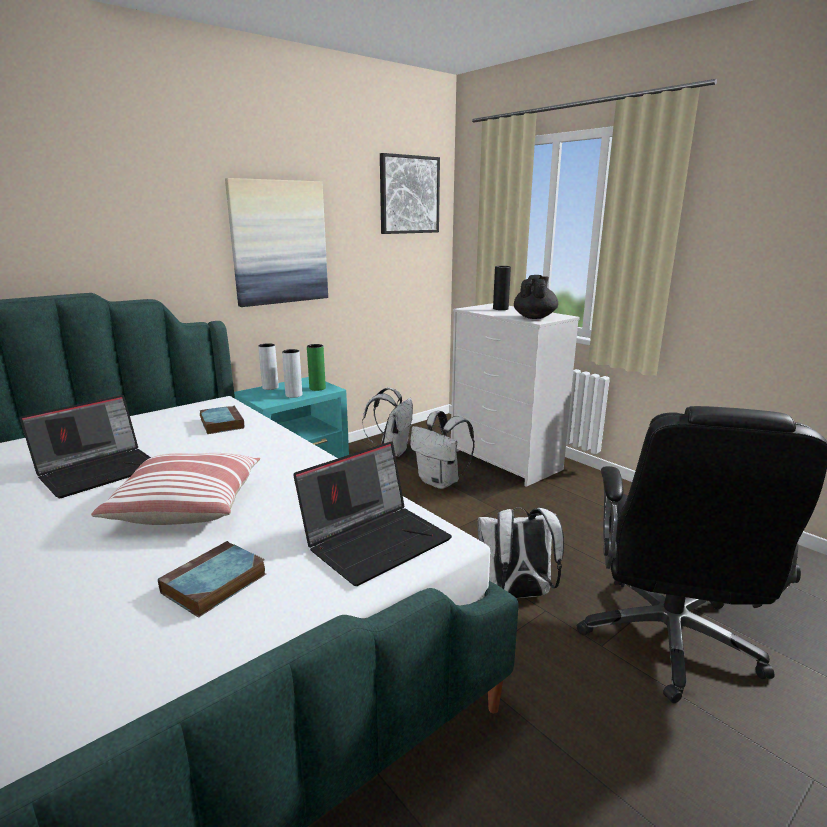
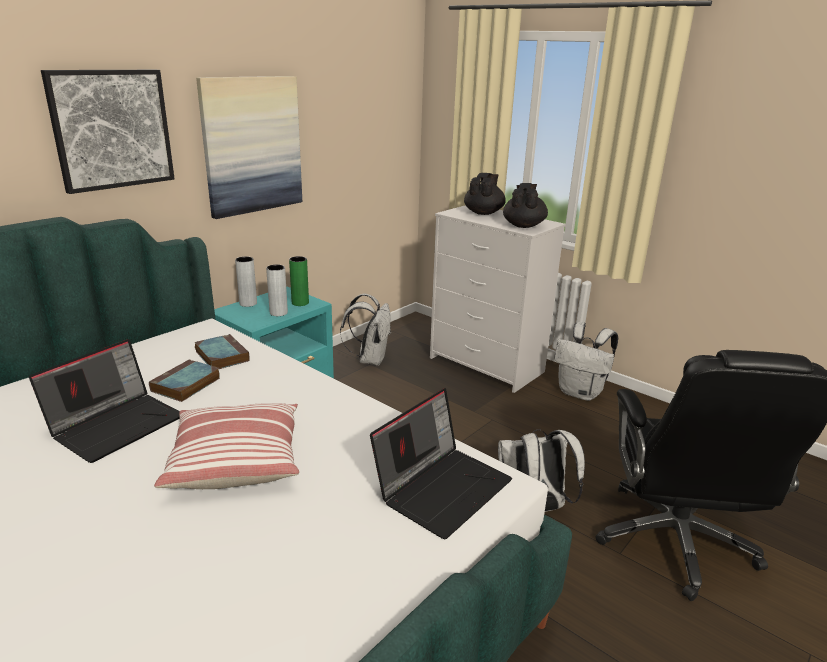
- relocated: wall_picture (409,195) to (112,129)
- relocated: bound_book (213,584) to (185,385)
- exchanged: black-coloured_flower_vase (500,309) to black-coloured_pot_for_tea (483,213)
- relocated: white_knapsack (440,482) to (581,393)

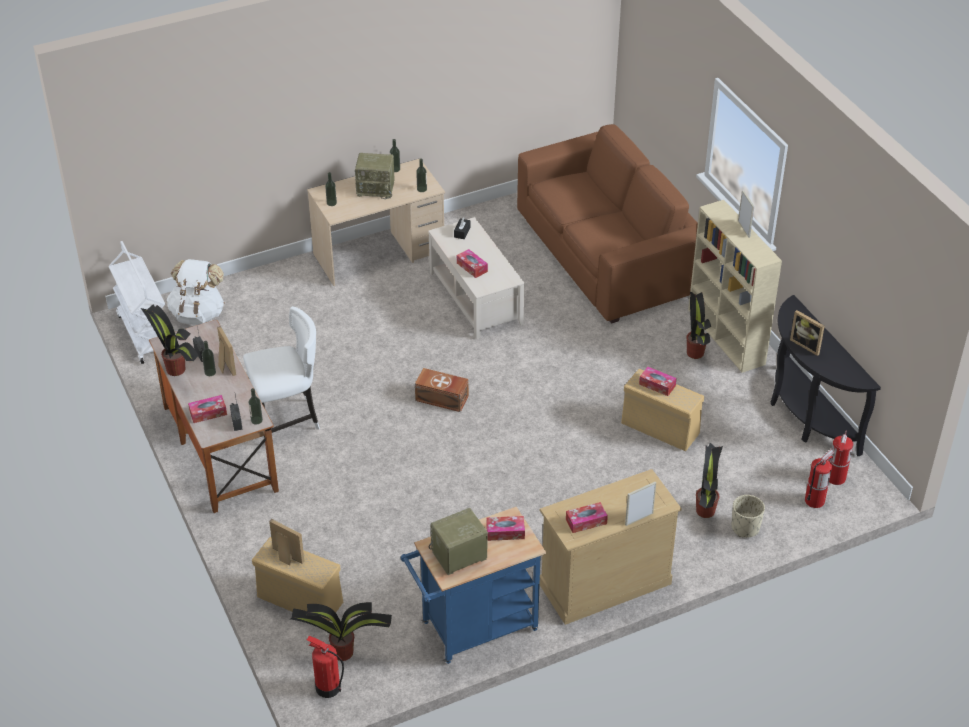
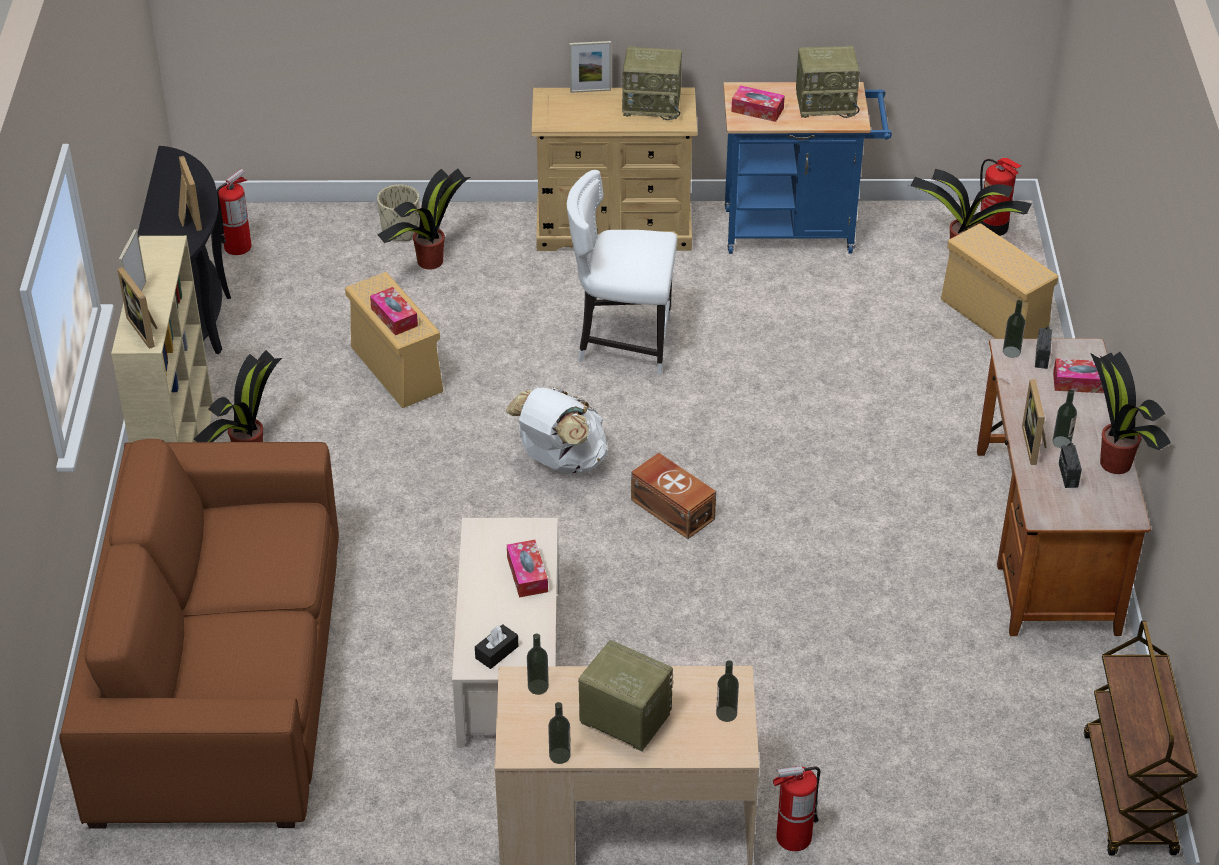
- relocated: picture_frame (285,558) to (146,330)
- relocated: white_knapsack (198,313) to (560,461)
- relocated: white_chair (288,420) to (622,342)
- exchanged: tissue_holder (586,521) to radio_set (653,104)
- relocated: extinguisher (814,500) to (793,837)
- colour: white_cart (145,334) to brownish_cart (1129,795)

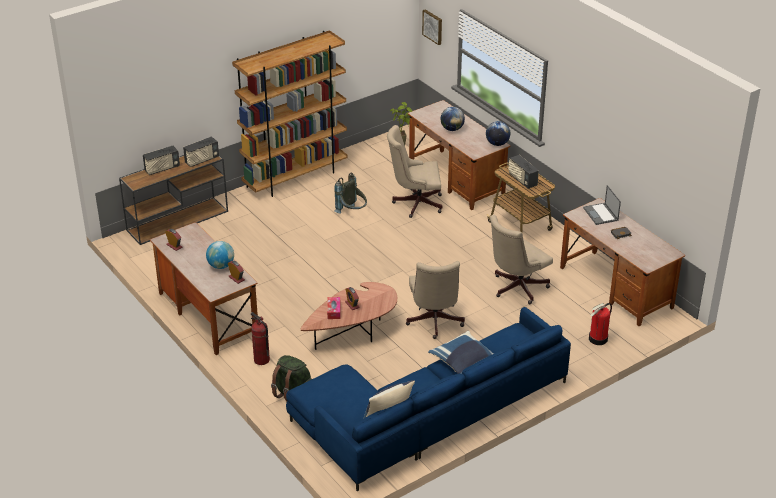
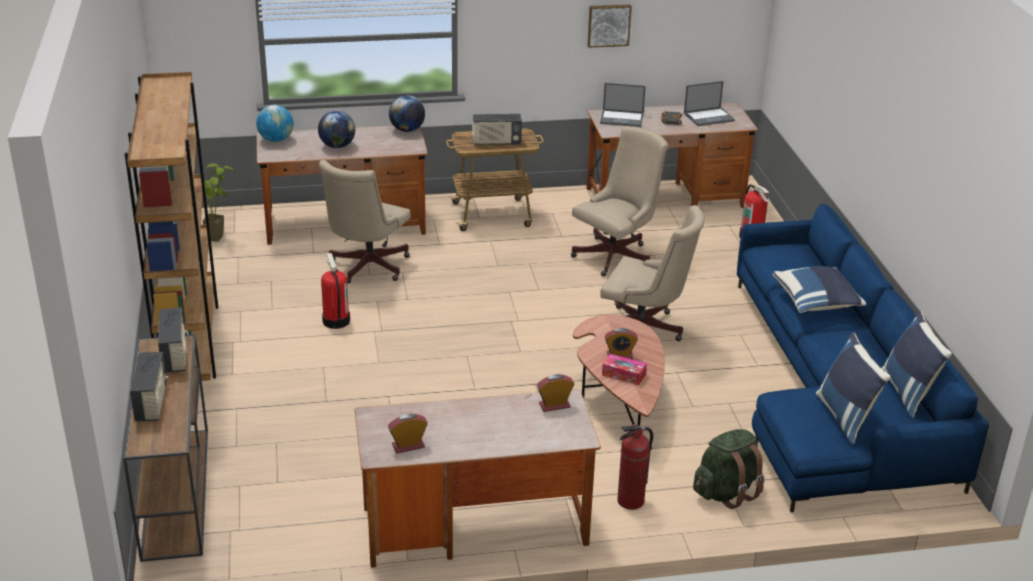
- relocated: globe (221,266) to (276,140)
- exchanged: grey_knapsack (352,212) to extinguisher (335,321)
- spun: beige-coloured_office_chair (516,288) = (617,255) 120 degrees counterclockwise
- relocated: wall_picture (433,26) to (608,25)
- appeared: laptop (709,117)
- appeared: blue_pillow (846,417)

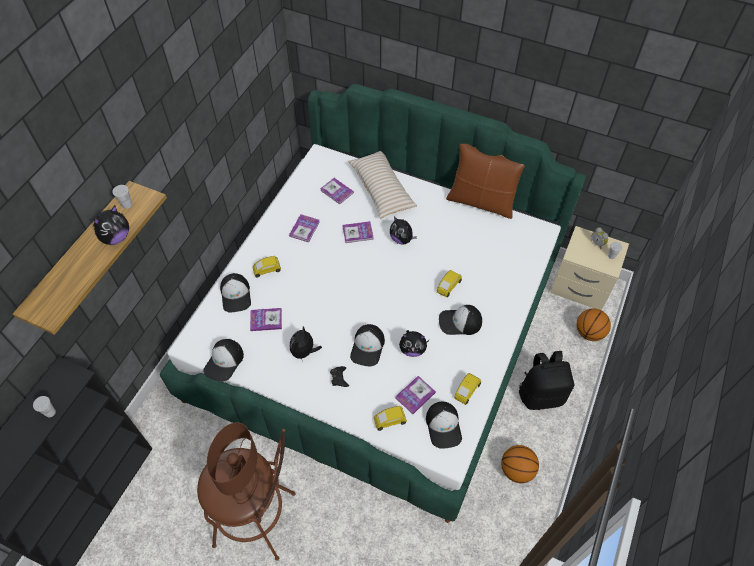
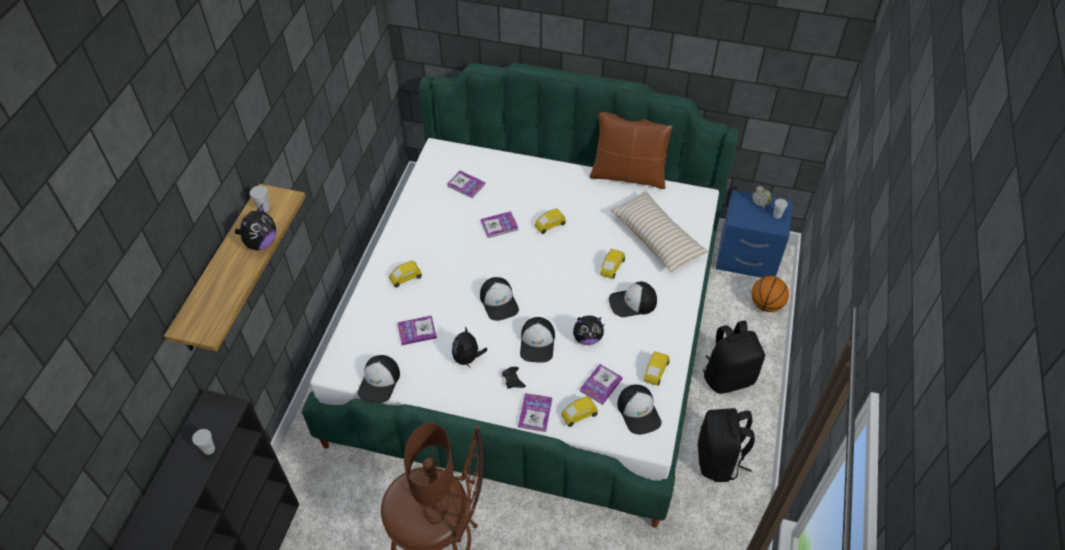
- relocated: peaked_cap (236,295) to (499,302)
- relocated: bound_book (304,229) to (535,413)
- exchanged: plush_toy (401,239) to yellow_model_car (549,225)
- relocated: beige-coloured_pillow (381,189) to (656,238)
- exchanged: basketball (517,470) to black-coloured_knapsack (719,460)
- colour: beige-coloured_bedside_table (580,287) to blue_bedside_table (746,259)

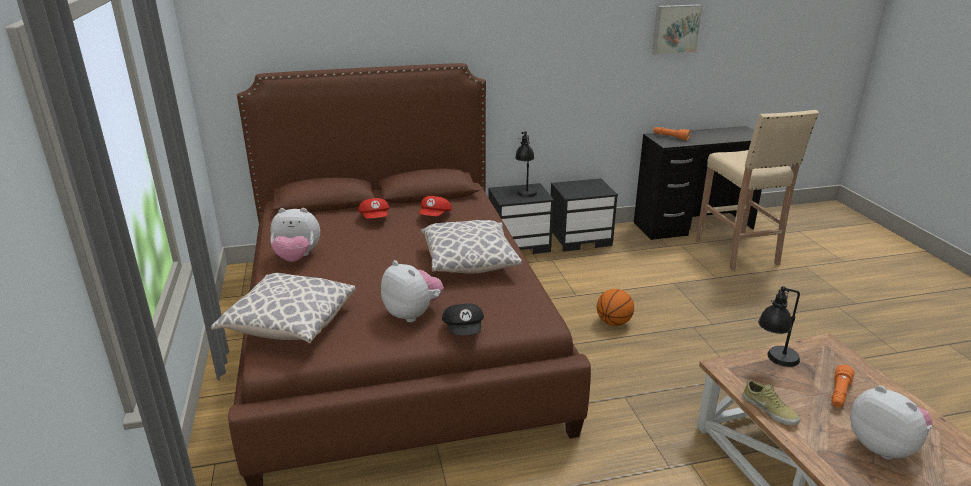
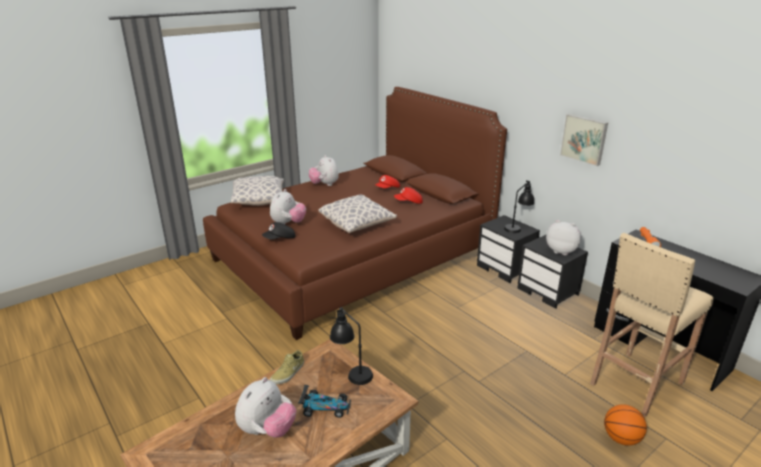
- exchanged: orange-coloured_torch (839,394) to model_car (325,407)
- appeared: plush_toy (561,251)
- relocated: wall_picture (675,29) to (584,139)
- relocated: basketball (613,322) to (621,438)

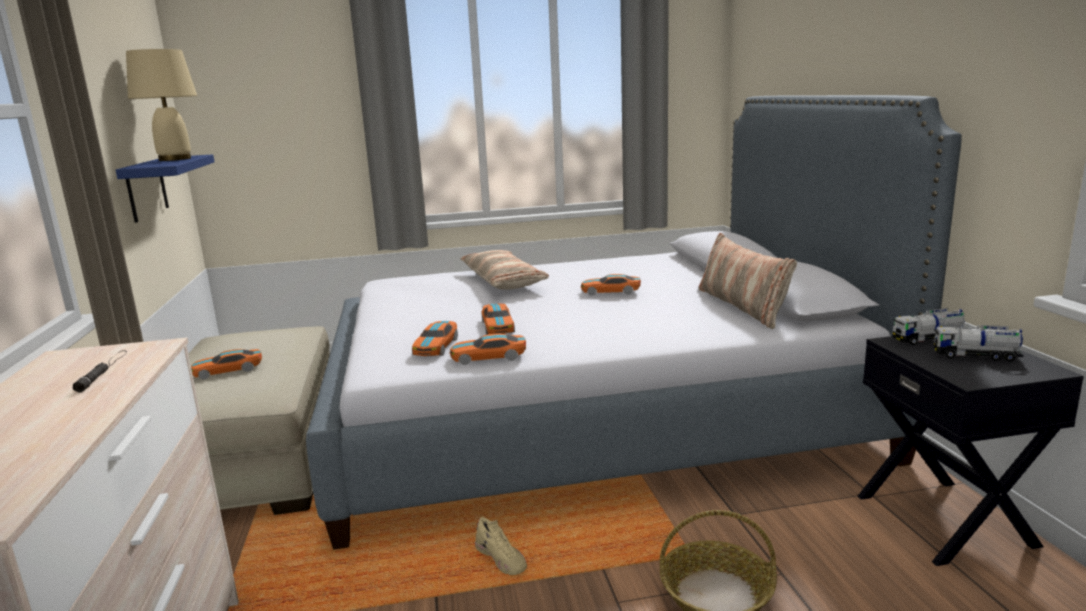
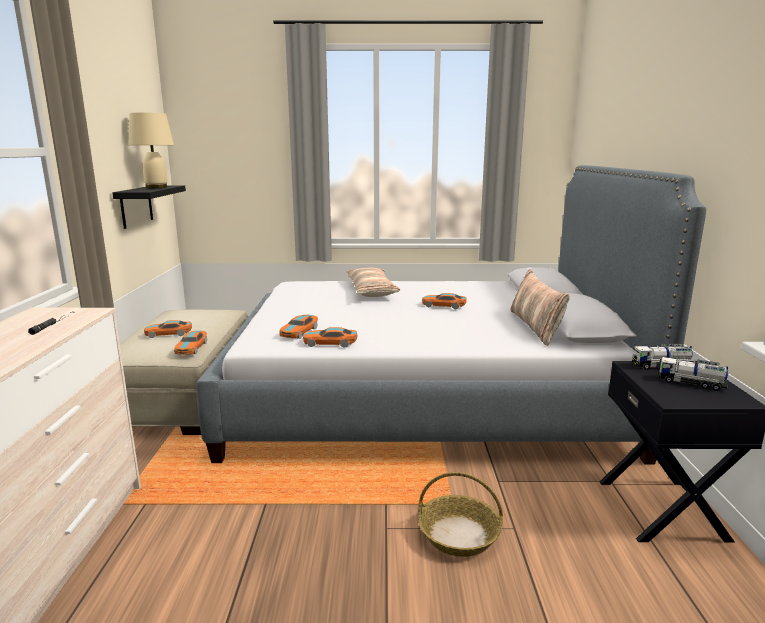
- colour: blue_wall_shelf (146,188) to black-coloured_wall_shelf (136,206)
- relocated: model_car (498,326) to (191,348)
- missing: beige-coloured_item_of_footwear (501,559)

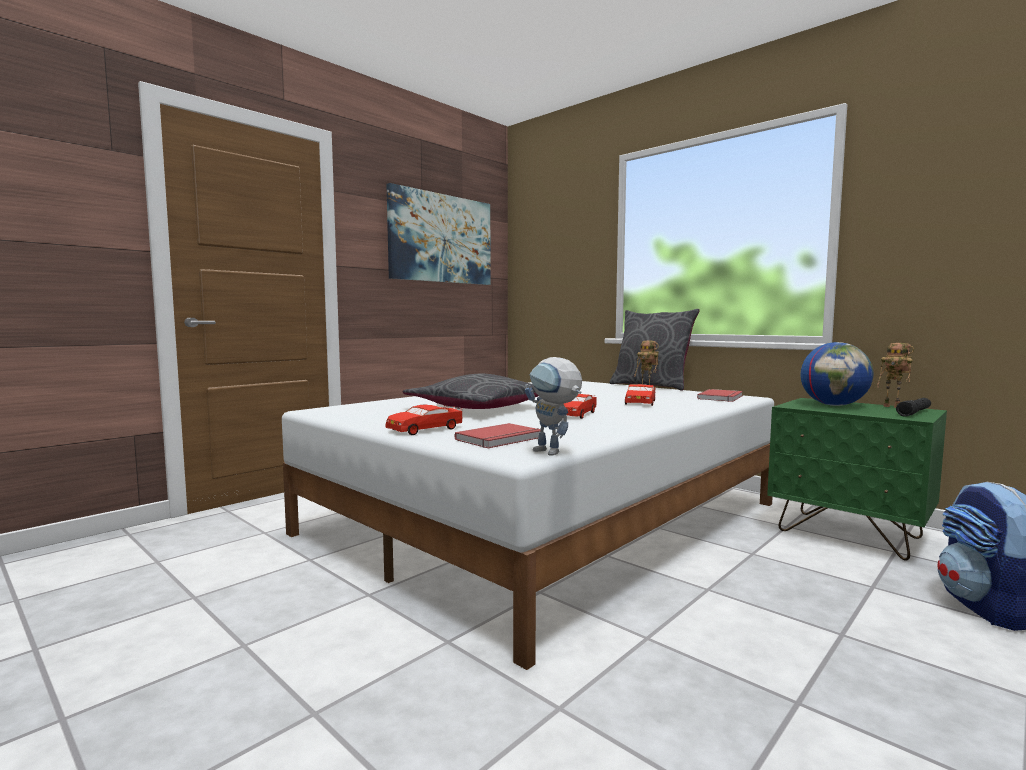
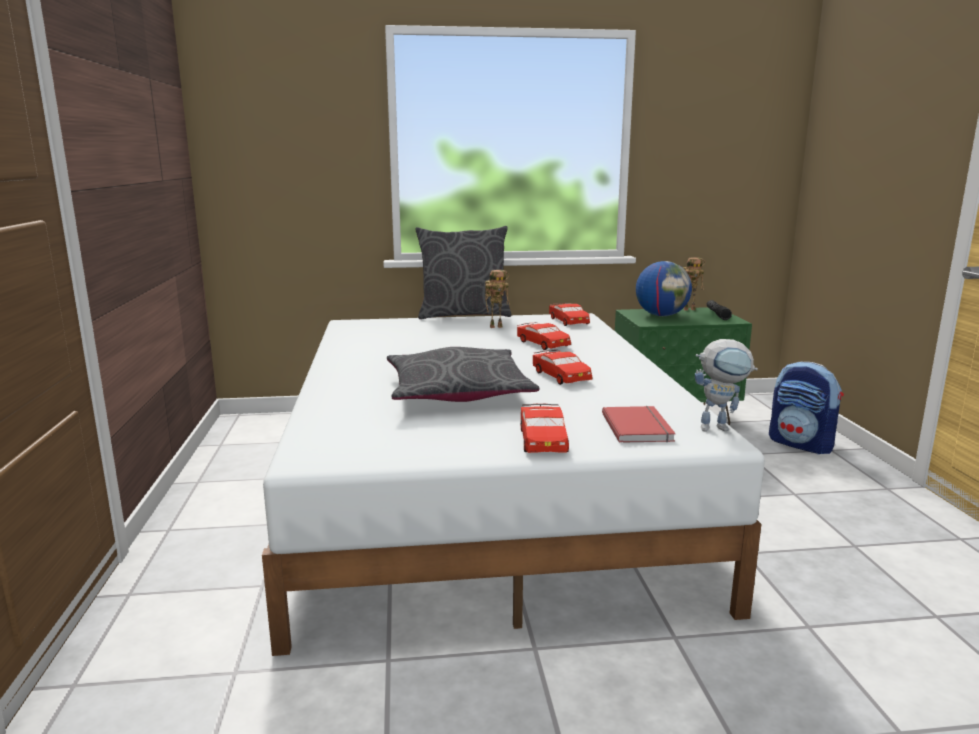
- exchanged: reddish_bound_book (722,397) to reddish_model_car (569,321)
- missing: wall_picture (441,238)

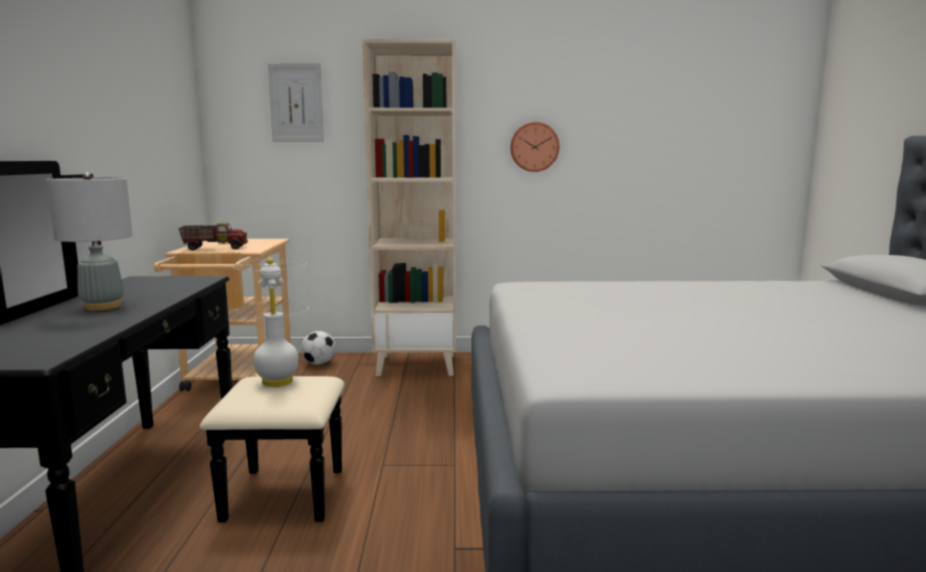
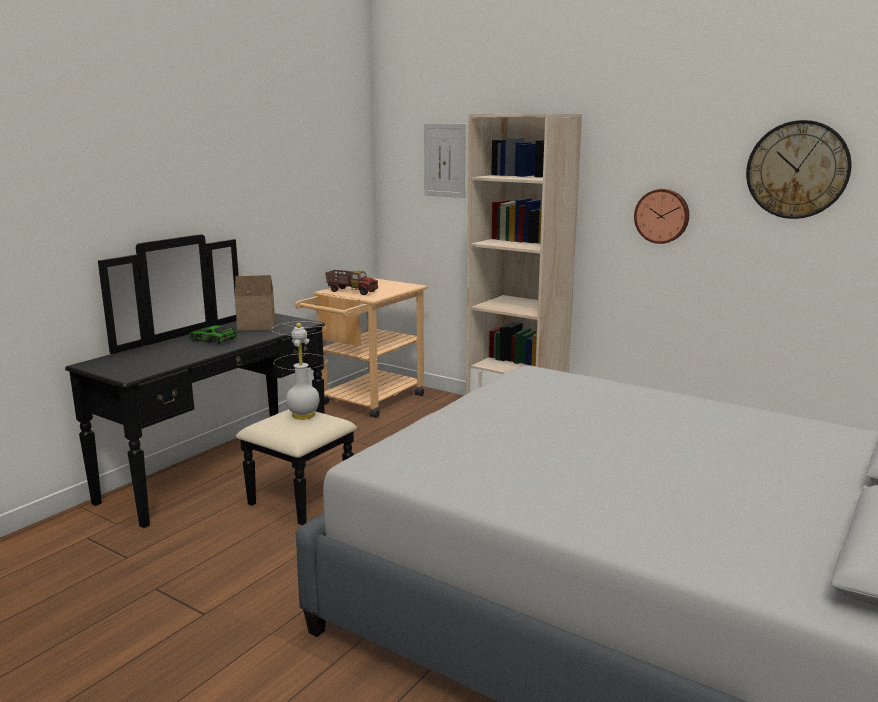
- exchanged: grey_tabletop_lamp (103,306) to model_car (212,340)
- appeared: model_house (256,325)
- appeared: hanging_clock (797,170)
- missing: ball_for_football (319,364)

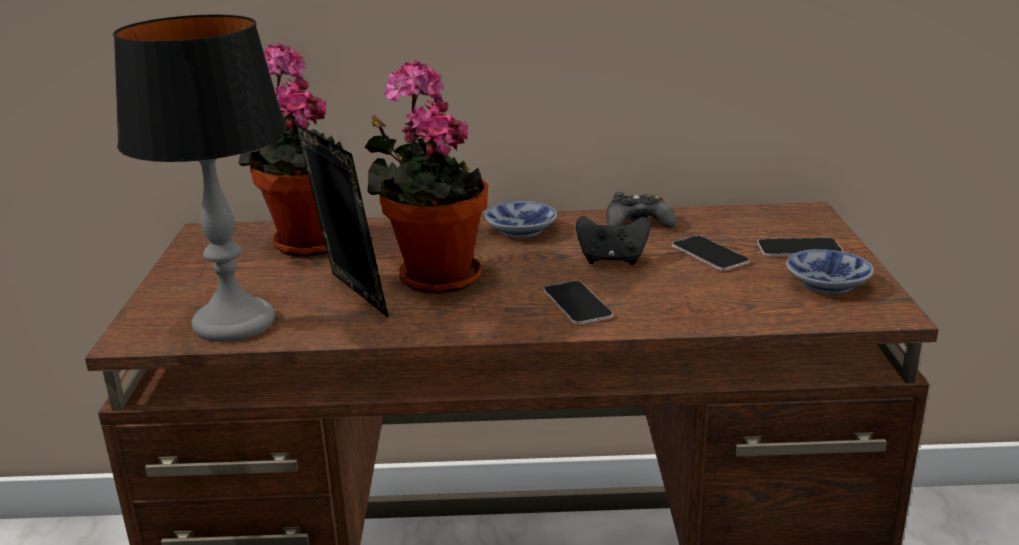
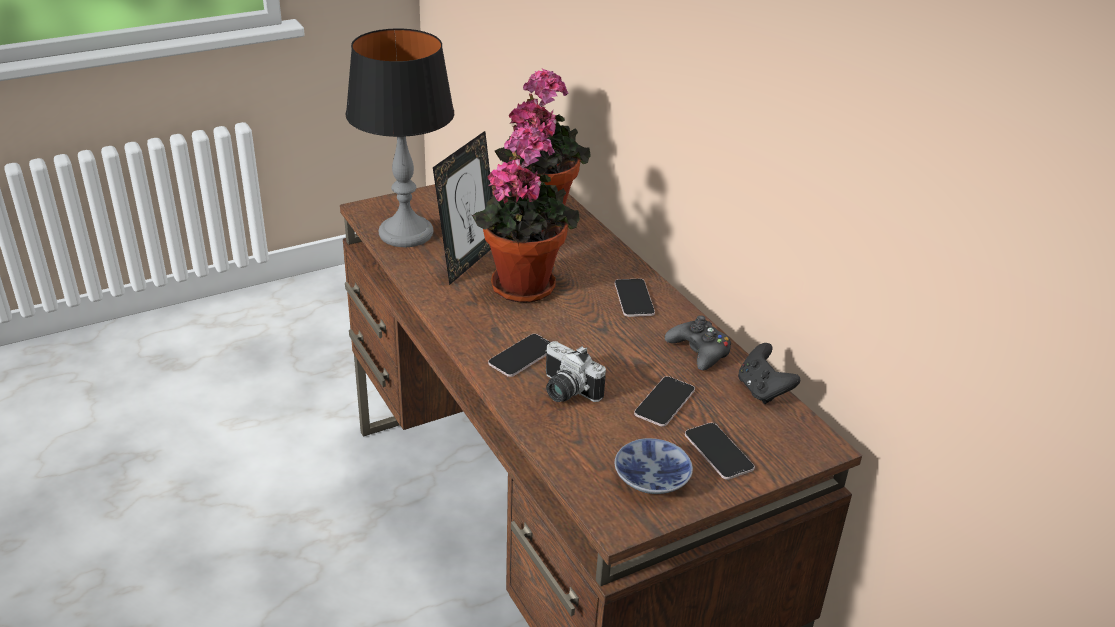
- appeared: photo_camera (565,391)
- exchanged: deep_dish (522,231) to handset (634,298)
- relocated: black-coloured_game_controller (612,260) to (762,390)

